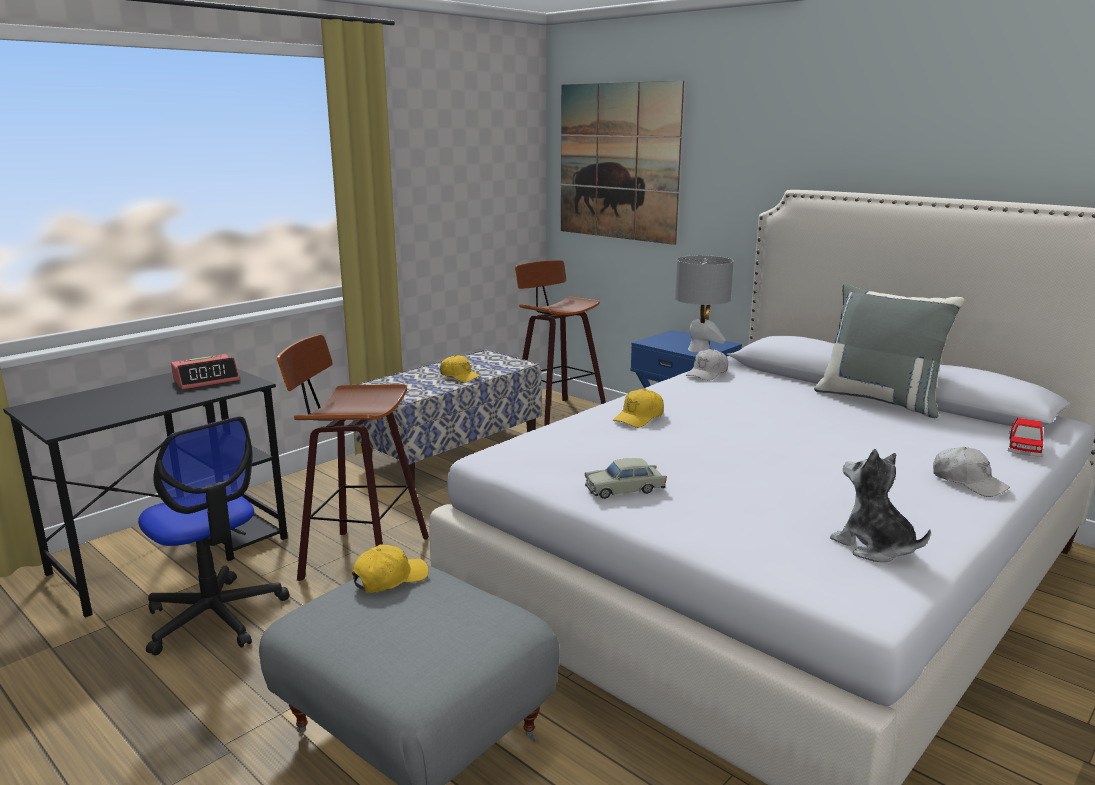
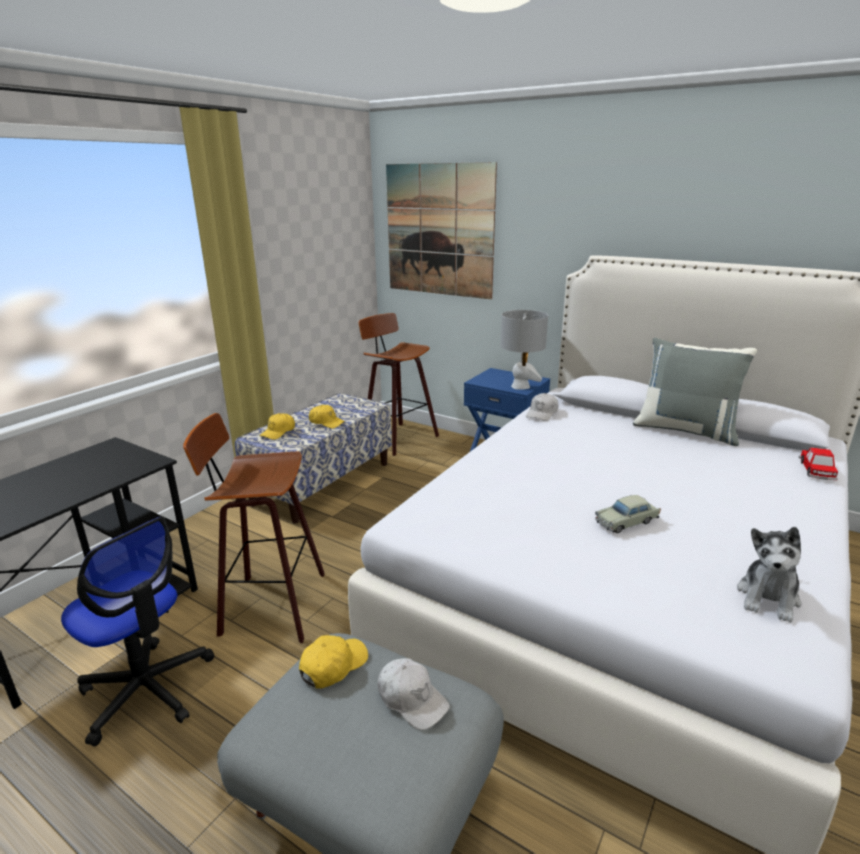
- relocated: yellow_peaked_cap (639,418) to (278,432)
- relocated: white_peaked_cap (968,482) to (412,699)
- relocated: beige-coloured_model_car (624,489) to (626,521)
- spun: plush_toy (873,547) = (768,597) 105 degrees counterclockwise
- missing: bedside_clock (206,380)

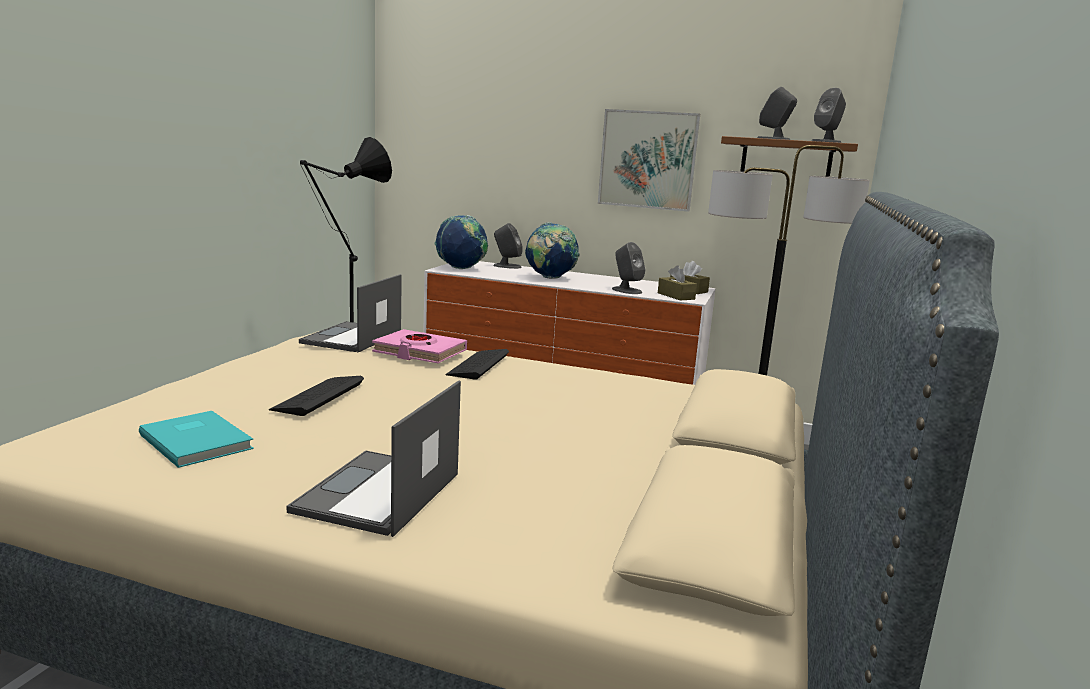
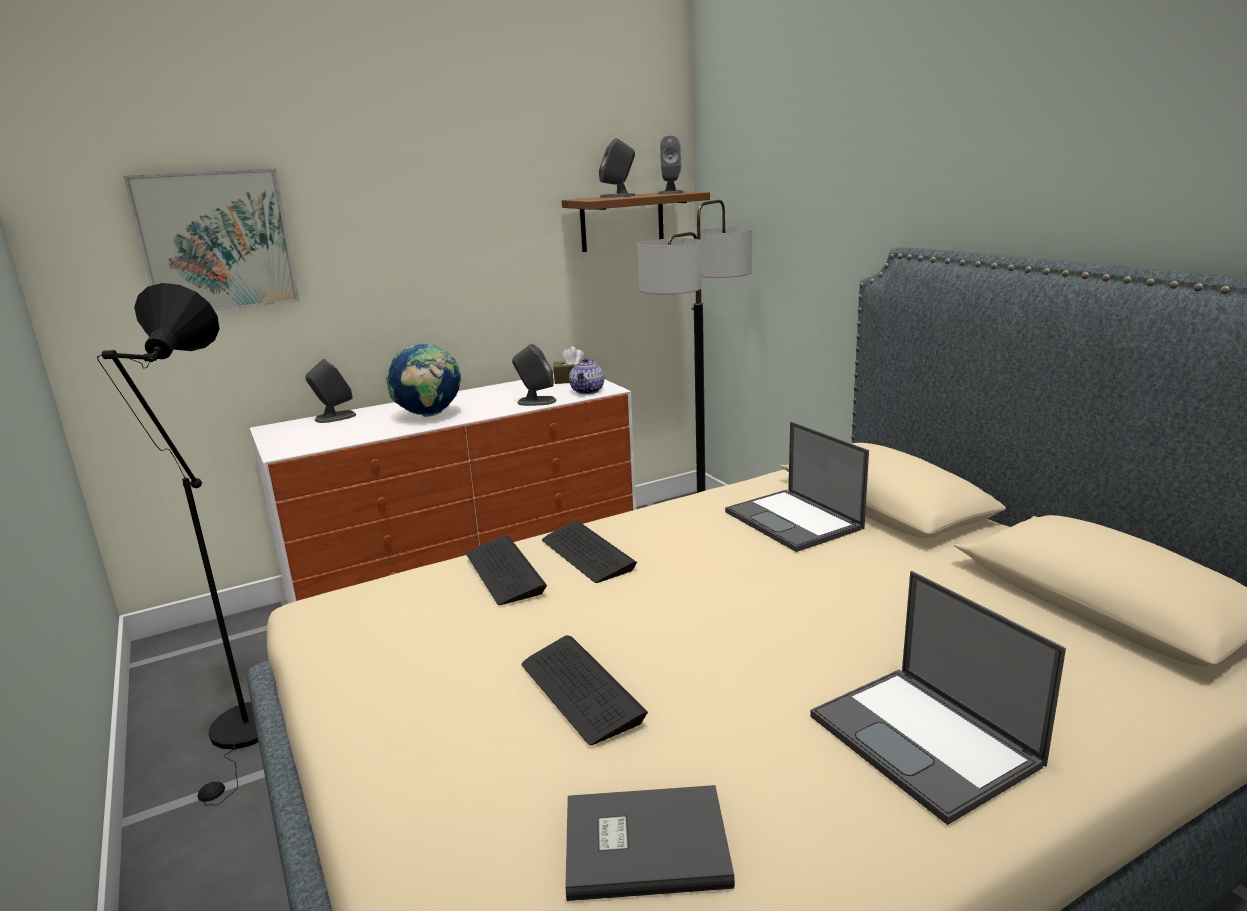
- relocated: wall_picture (647,160) to (216,242)
- exchanged: pink_bound_book (419,352) to PC_keyboard (504,572)
- colour: blue-green_bound_book (198,440) to grey_bound_book (643,843)
- exchanged: brownish_tissue_holder (676,296) to pot_for_tea (588,391)
- relocated: laptop (351,338) to (794,521)
- missing: globe (461,269)

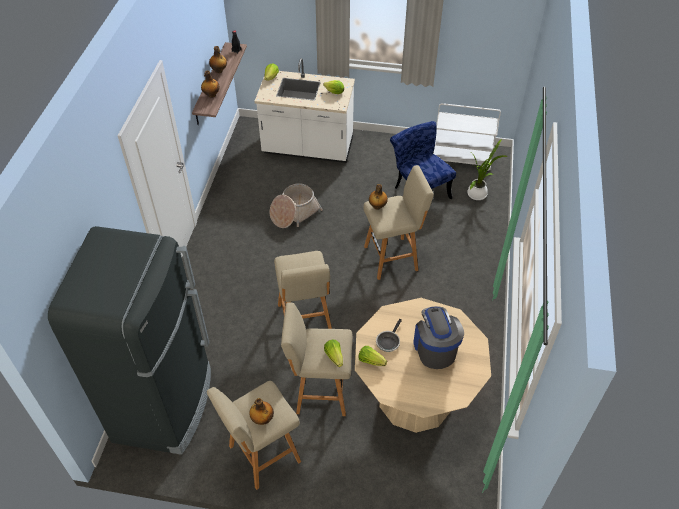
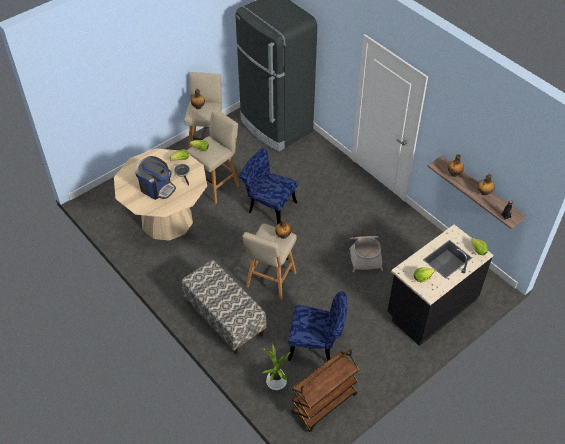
- appeared: bench (224,318)
- exchanged: beige-coloured_stool_seat (305,320) to blue_chair (268,206)
- colour: white_cart (461,159) to brownish_cart (324,404)
- colour: white_counter (307,148) to black-coloured_counter (431,306)

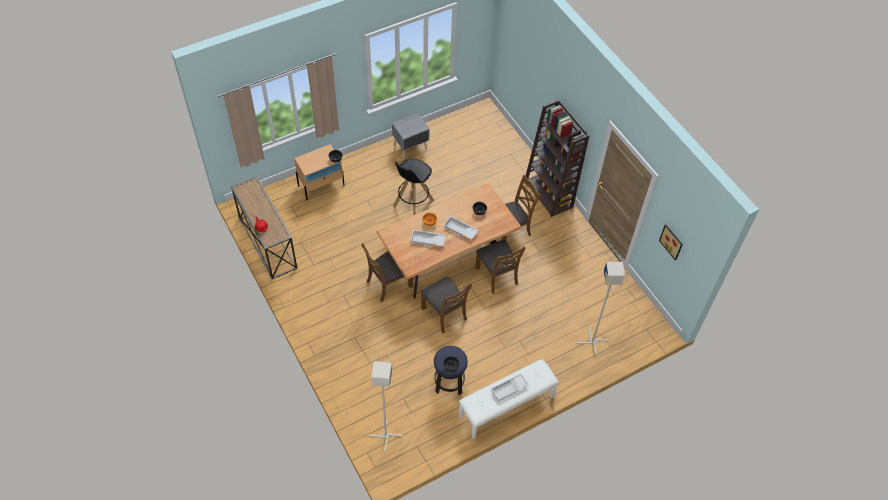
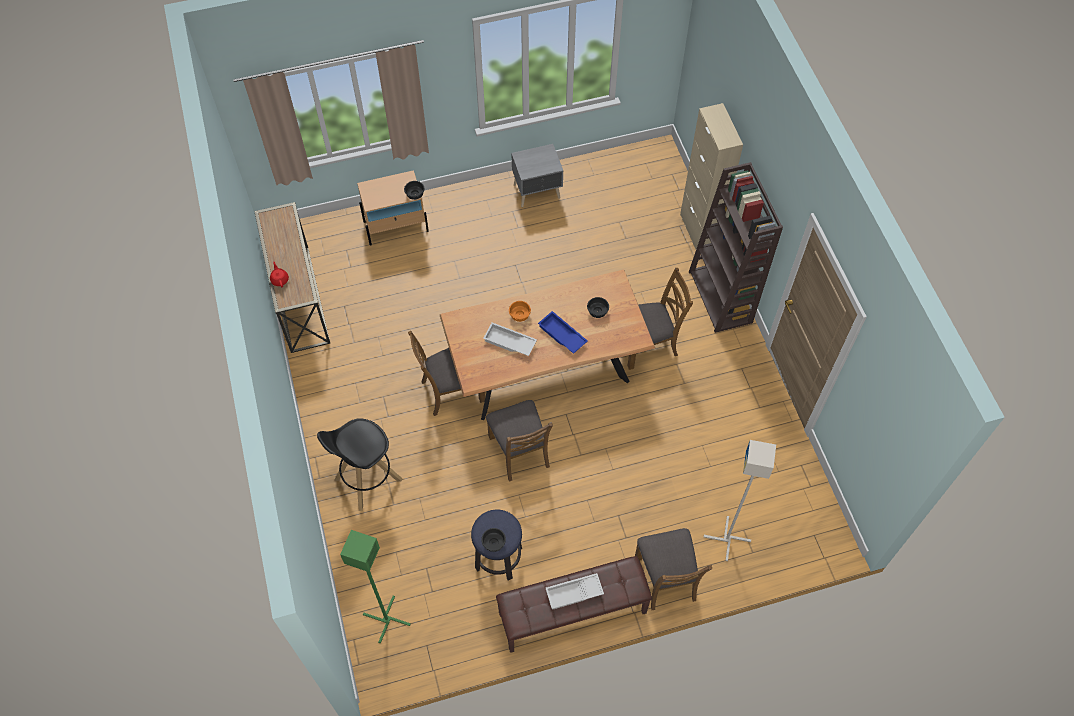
- relocated: black-coloured_stool_seat (413,203) to (367,480)
- colour: grey_standard_lamp (386,436) to green-coloured_standard_lamp (386,620)
- colour: white_bench (506,407) to brownish_bench (572,613)
- colour: white_carrying_tray (460,230) to blue_carrying_tray (561,335)
- relocated: brownish_chair (497,275) to (666,578)
- appeared: beige-coloured_storage_cabinet (699,231)
- missing: wall_picture (672,241)

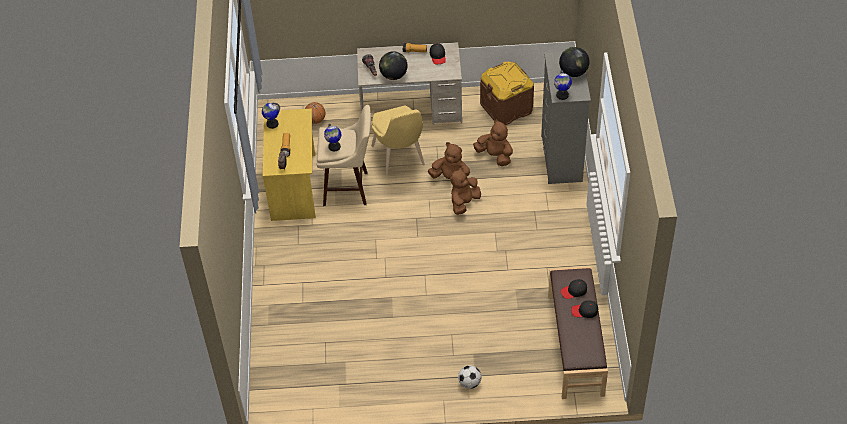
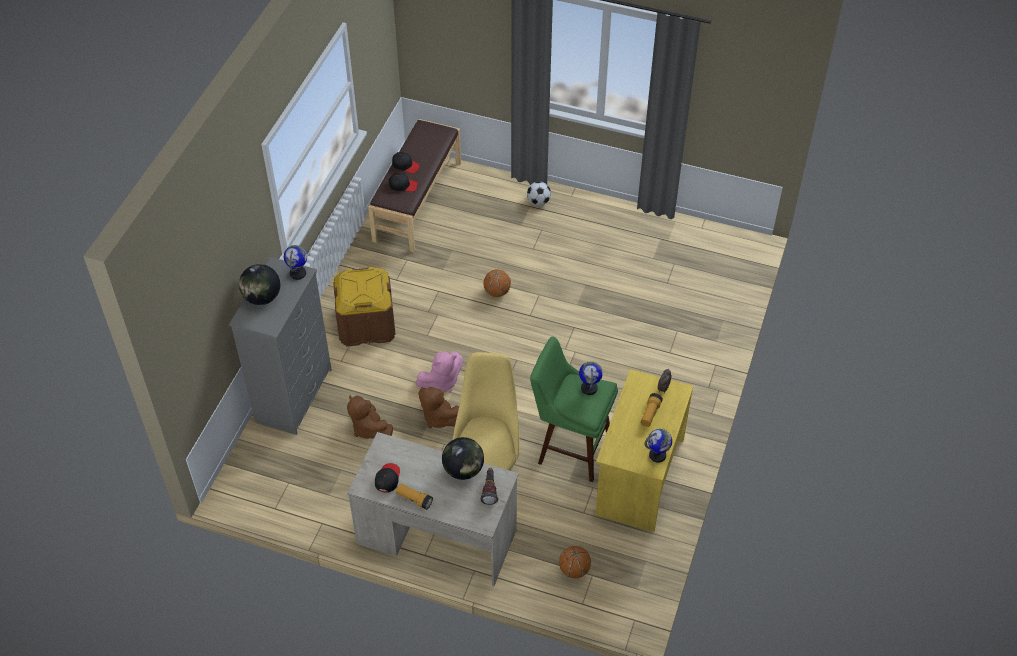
- relocated: brownish_storage_container (506,107) to (366,324)
- colour: brownish_plush_toy (464,202) to pink_plush_toy (441,381)
- appeared: basketball (497,292)
- colour: beige-coloured_stool_seat (349,189) to green-coloured_stool_seat (570,448)

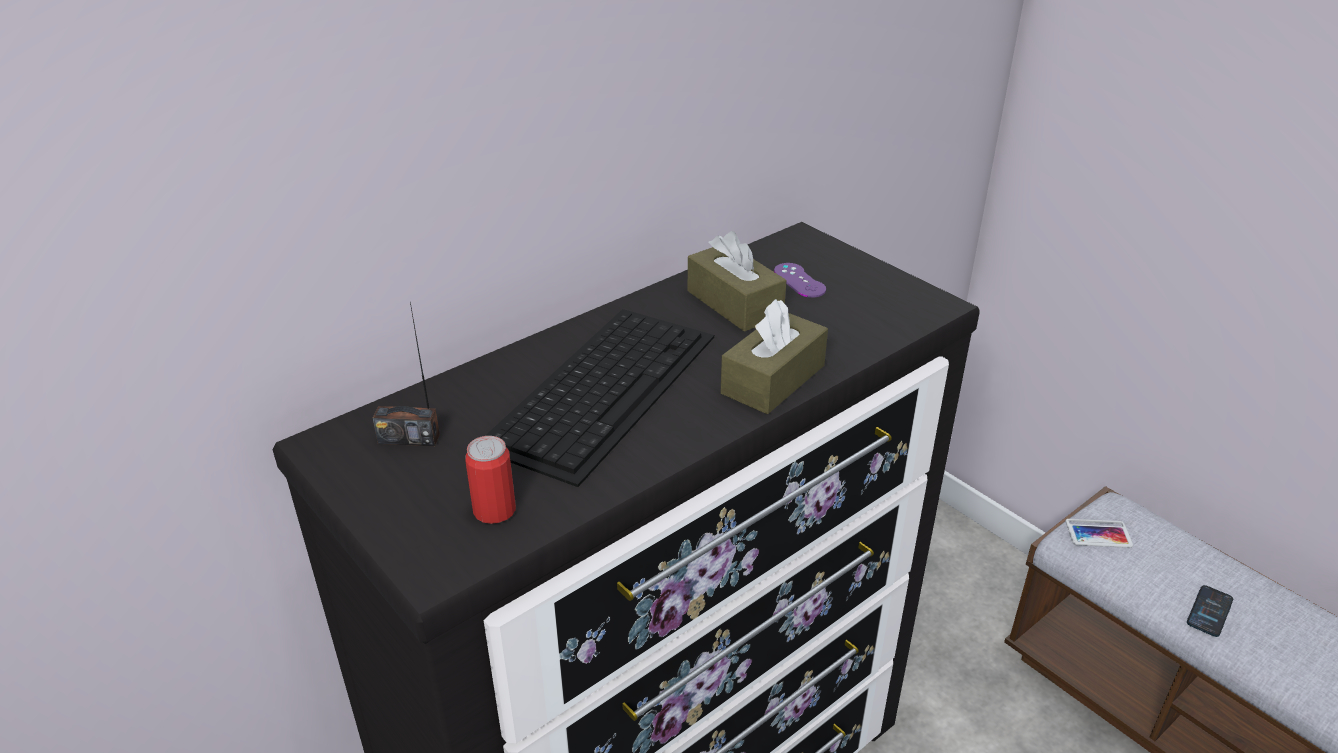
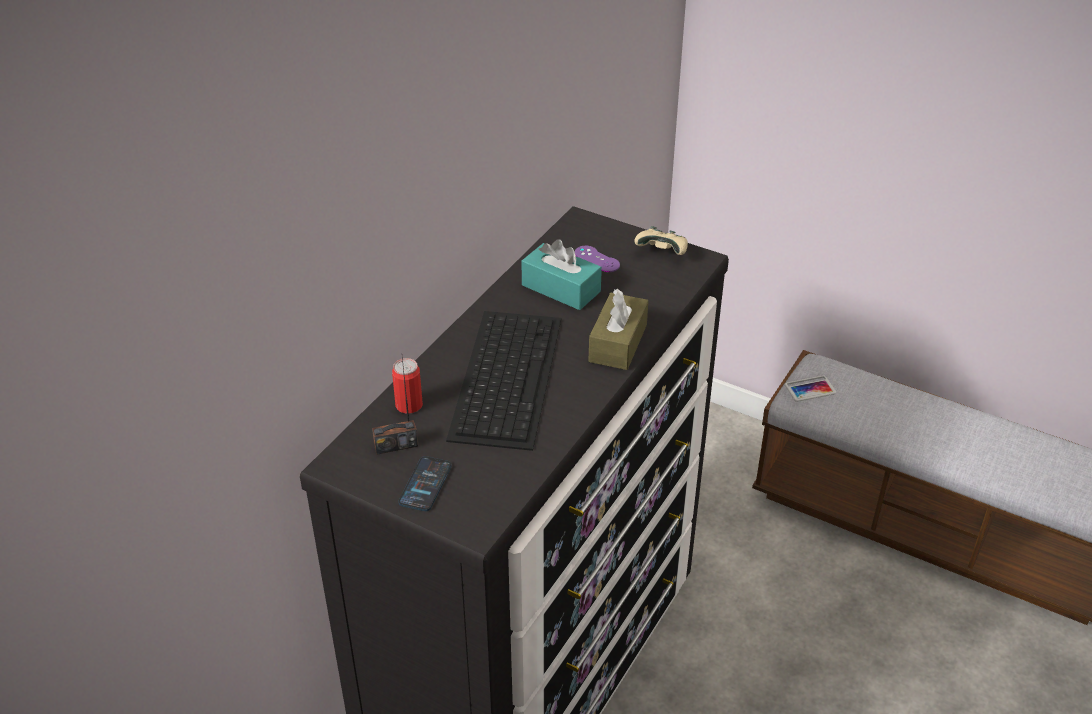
- relocated: can (494,510) to (409,405)
- relocated: handset (1209,611) to (425,484)
- colour: brownish_tissue_holder (734,303) to blue-green_tissue_holder (561,288)
- appeared: beige-coloured_game_controller (662,252)

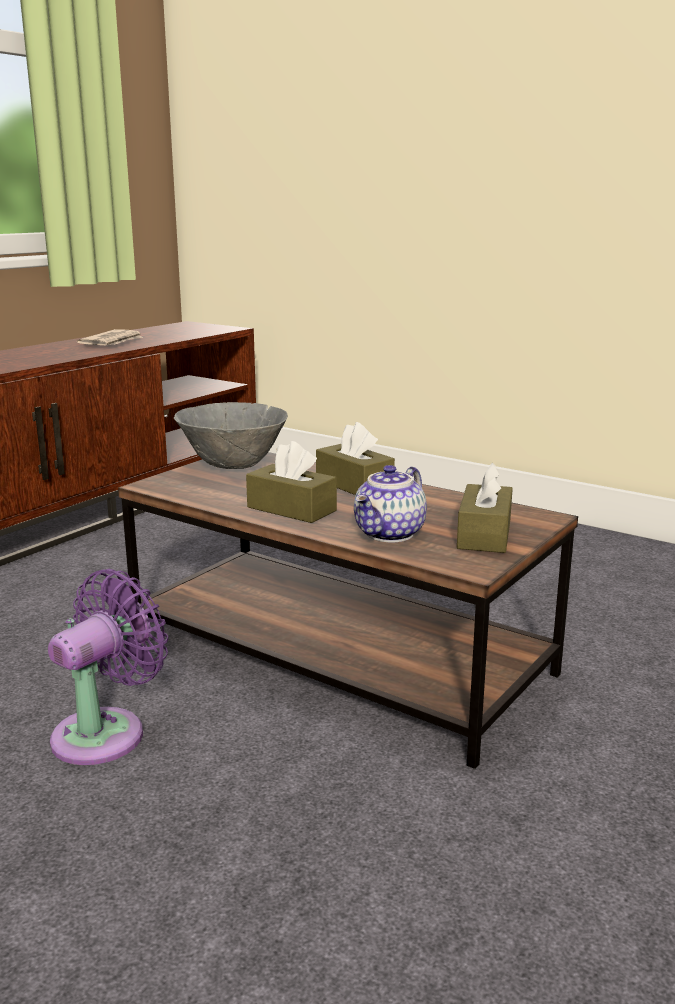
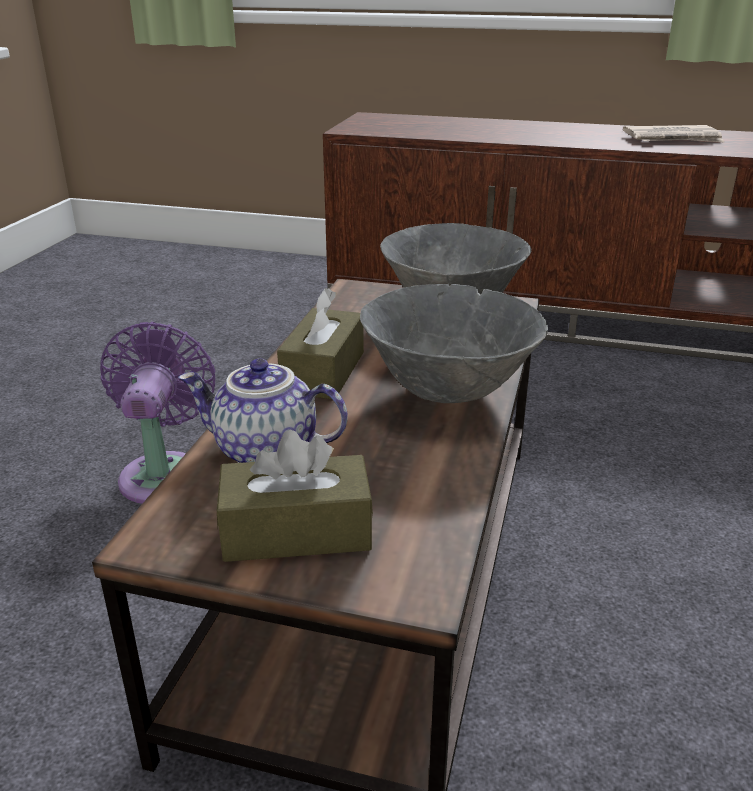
- spun: purple-coloured_fan (106,732) = (164,473) 105 degrees counterclockwise
- exchanged: brownish_tissue_holder (354,485) to grey_deep_dish (447,393)

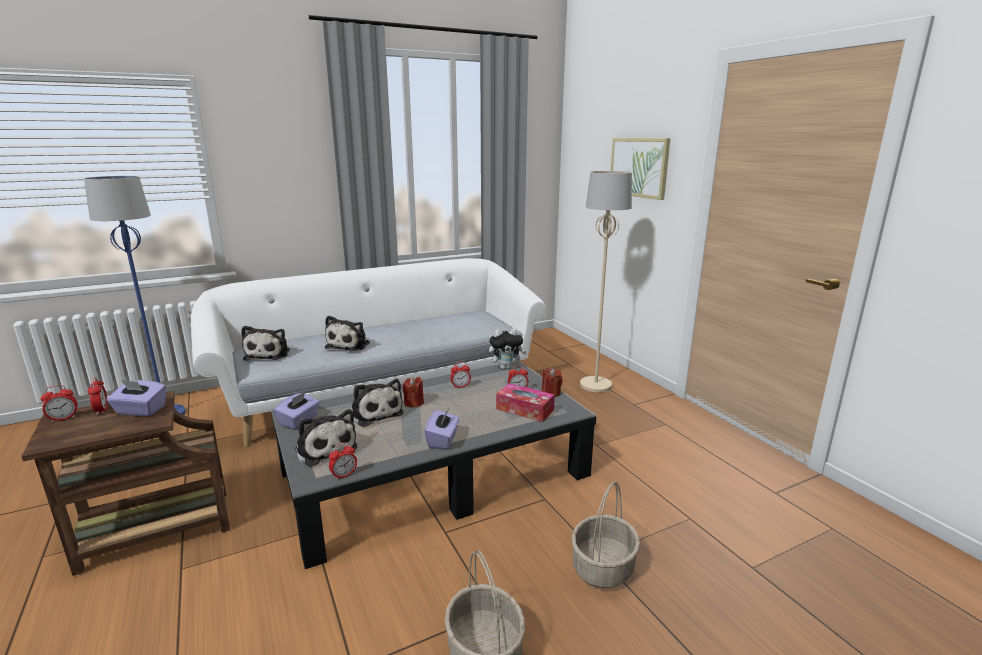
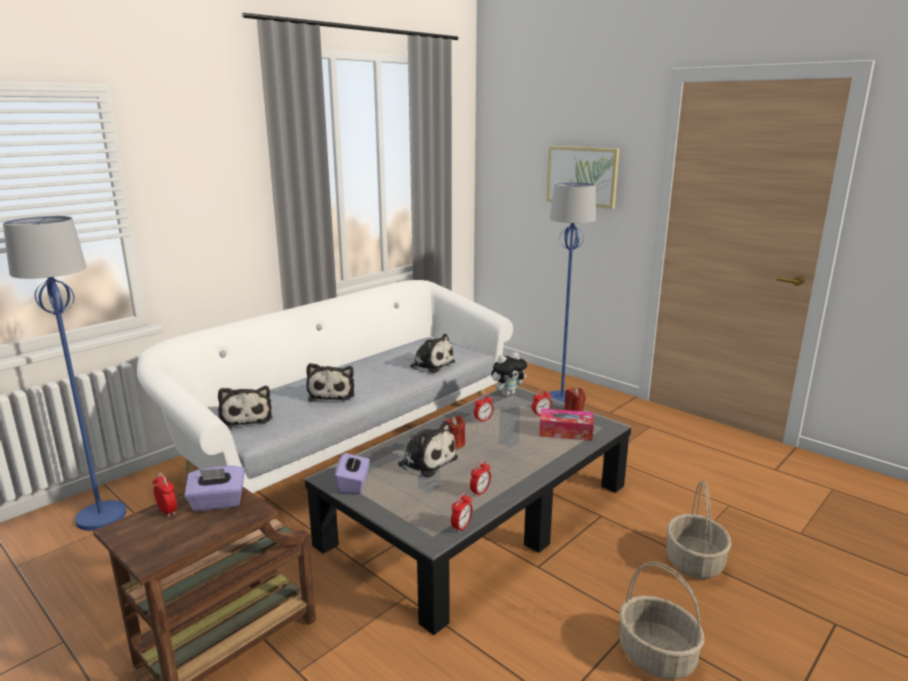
- relocated: plush_toy (325,448) to (430,364)
- relocated: bedside_clock (64,418) to (480,492)
- colour: beige-coloured_standard_lamp (595,385) to blue_standard_lamp (561,400)
- missing: purple-coloured_tissue_holder (443,440)

